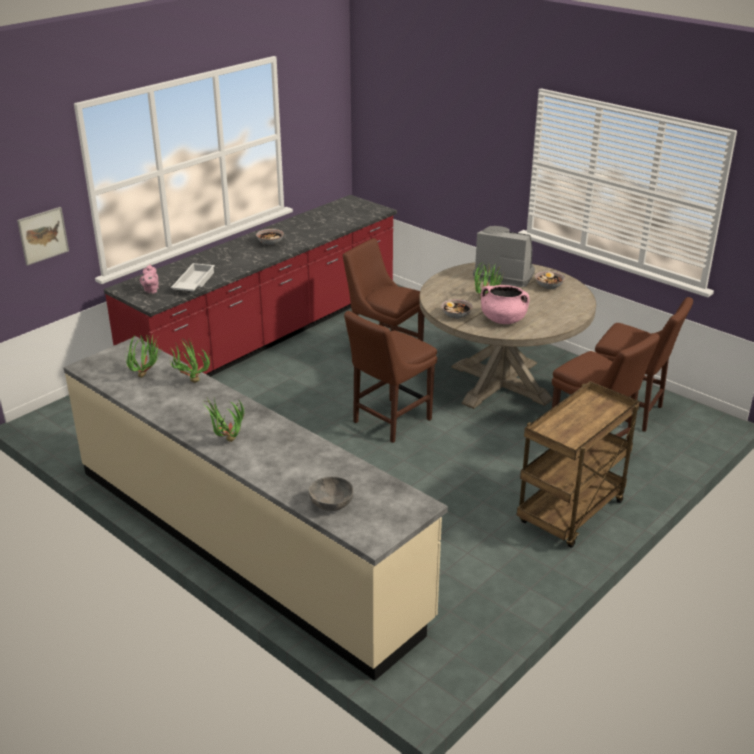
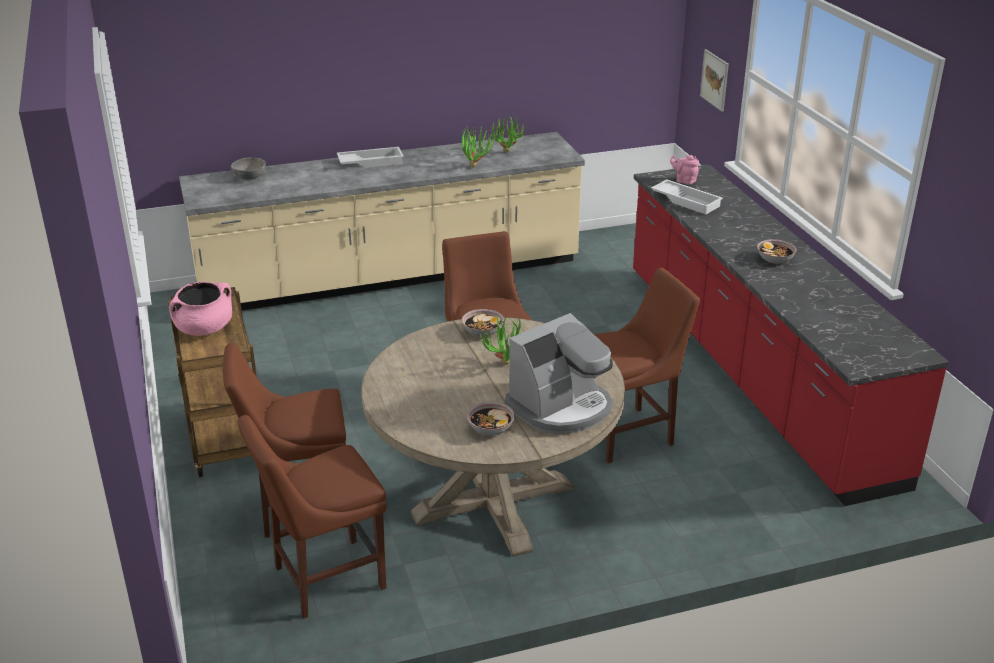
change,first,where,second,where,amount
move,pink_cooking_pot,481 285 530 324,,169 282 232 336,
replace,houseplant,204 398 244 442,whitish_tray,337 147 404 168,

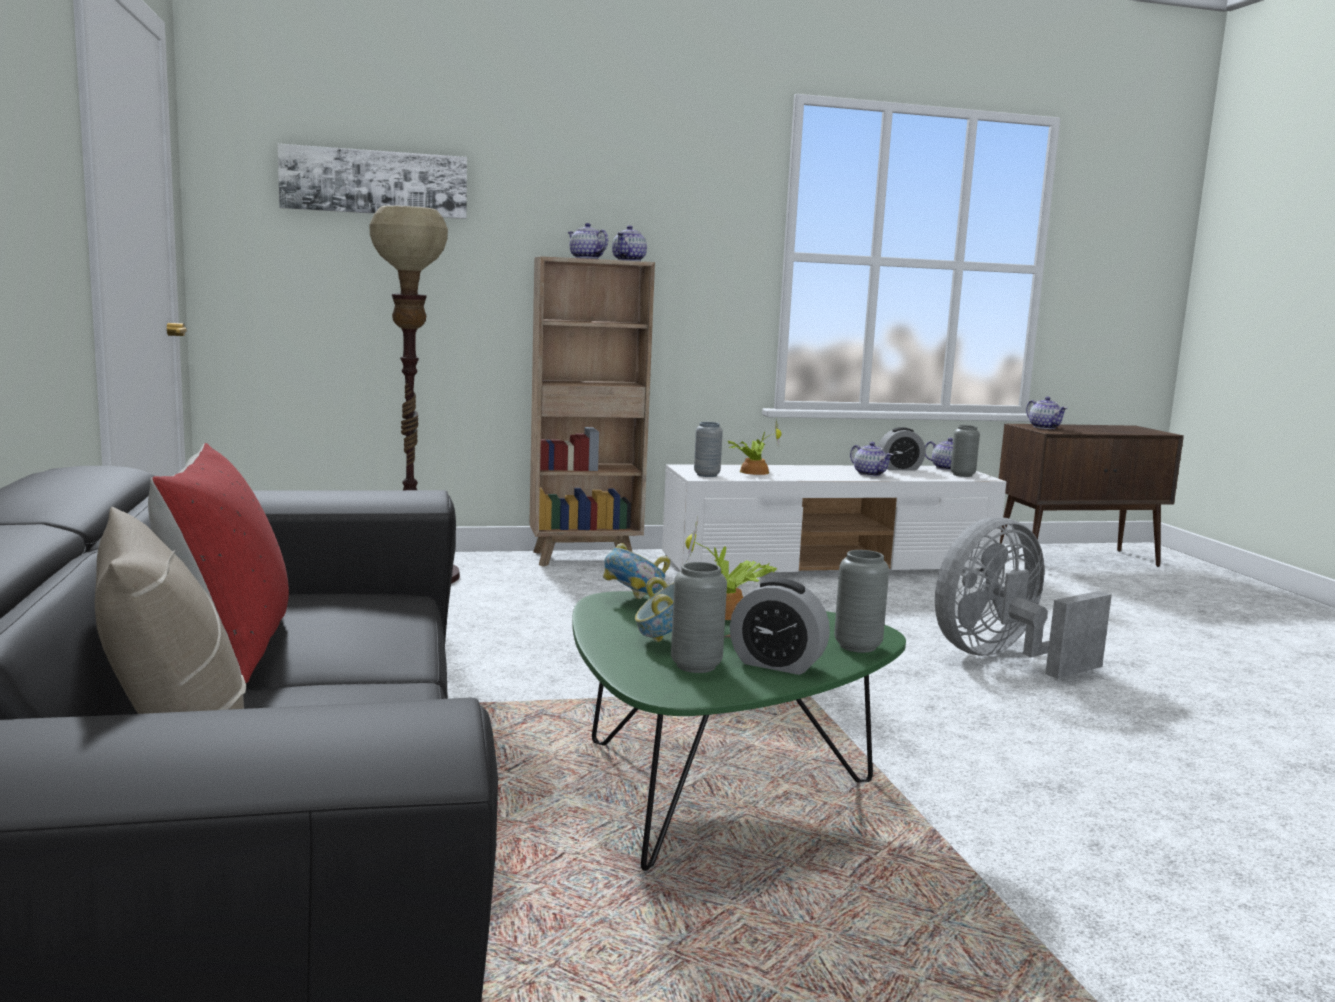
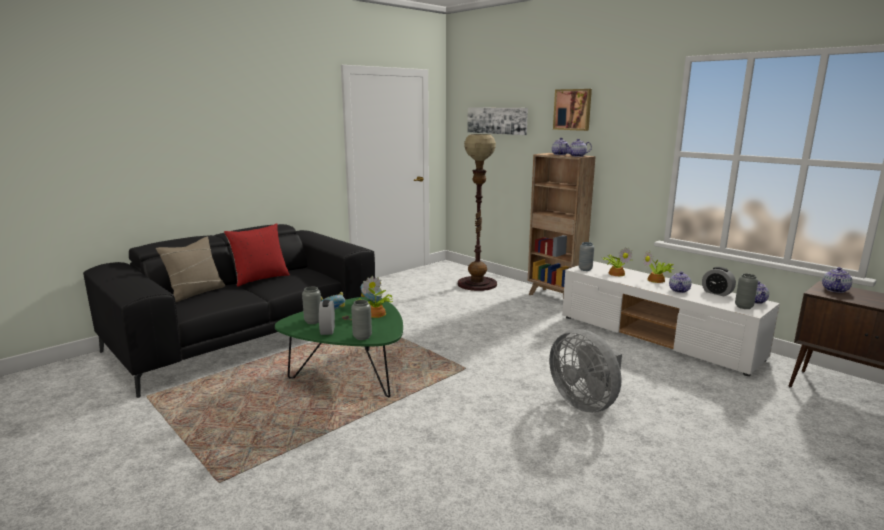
change,first,where,second,where,amount
rotate,grey_fan,935 517 1112 679,,549 329 622 412,150 degrees counterclockwise
insert,,,picture,553 89 592 131,
insert,,,houseplant,643 250 674 283,

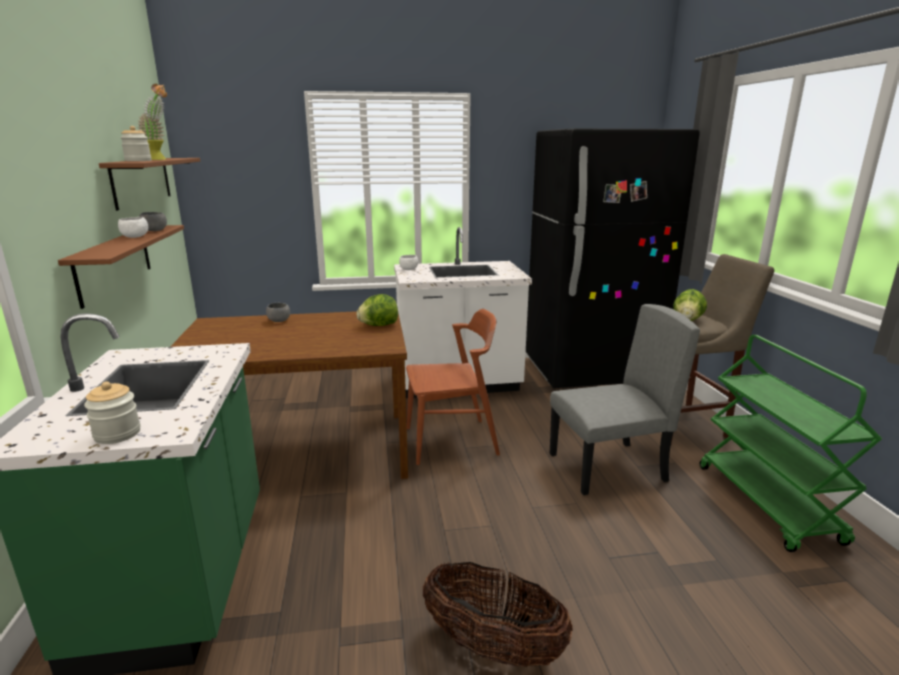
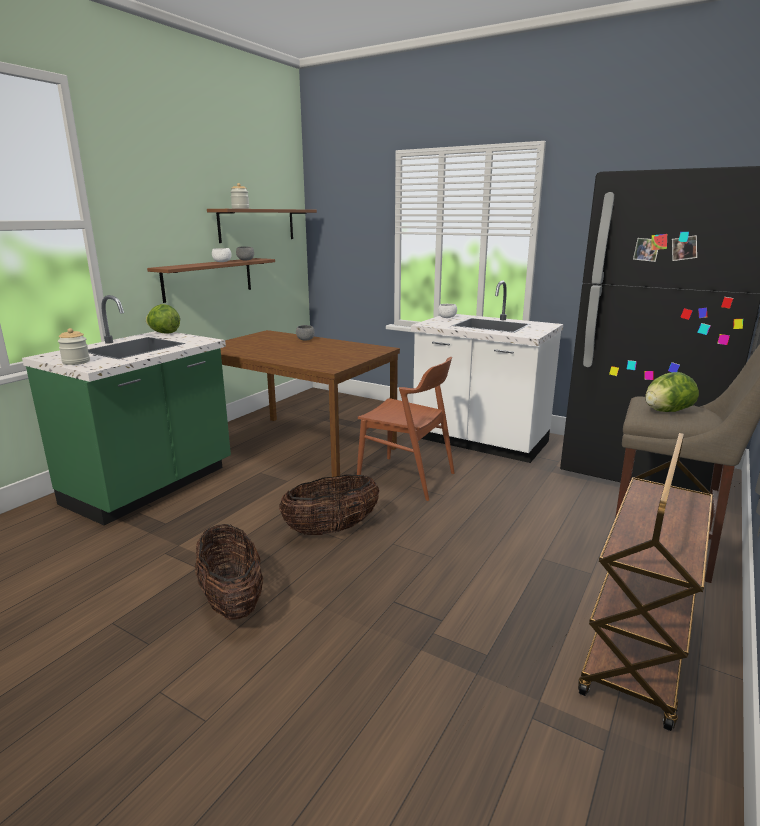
change,first,where,second,where,amount
move,lettuce_head,357 294 398 326,,146 304 180 334,
insert,,,basket,279 474 380 535,
recolor,greenish_wheeled_cart,700 335 882 552,brownish_wheeled_cart,578 433 713 731,
delete,houseplant,138 84 167 160,,,
delete,grey_chair,550 304 700 495,,,

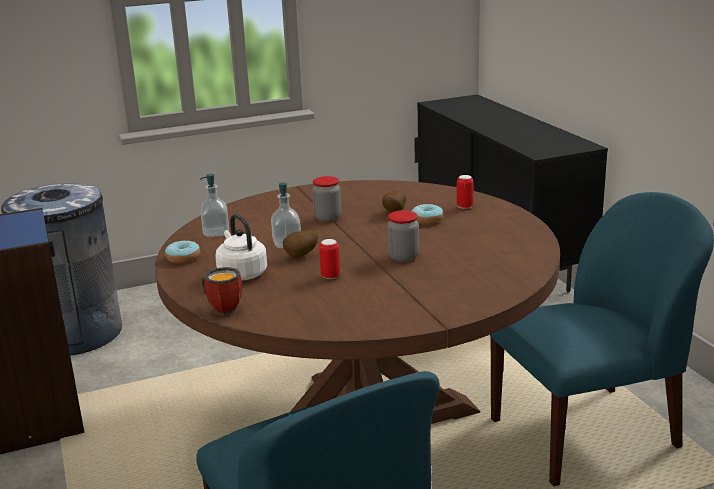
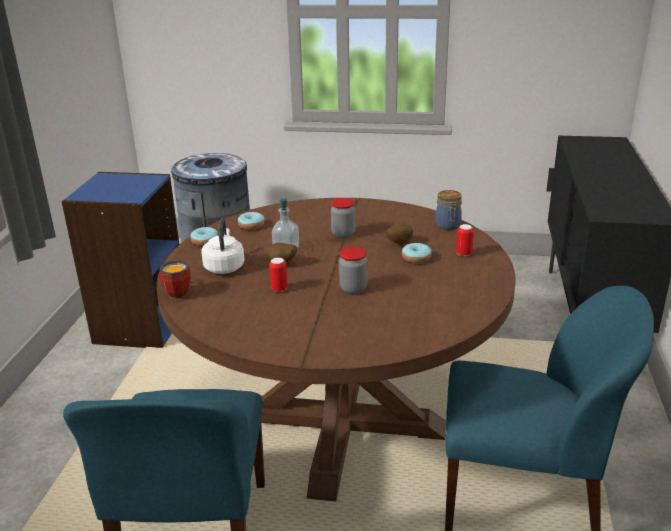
change,first,where,second,where,amount
replace,soap_dispenser,200 174 229 237,ring_doughnut,238 212 265 230,
insert,,,storage_jar,436 190 462 230,

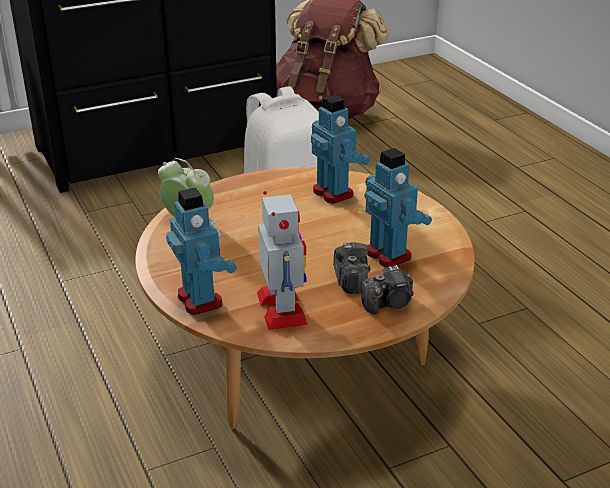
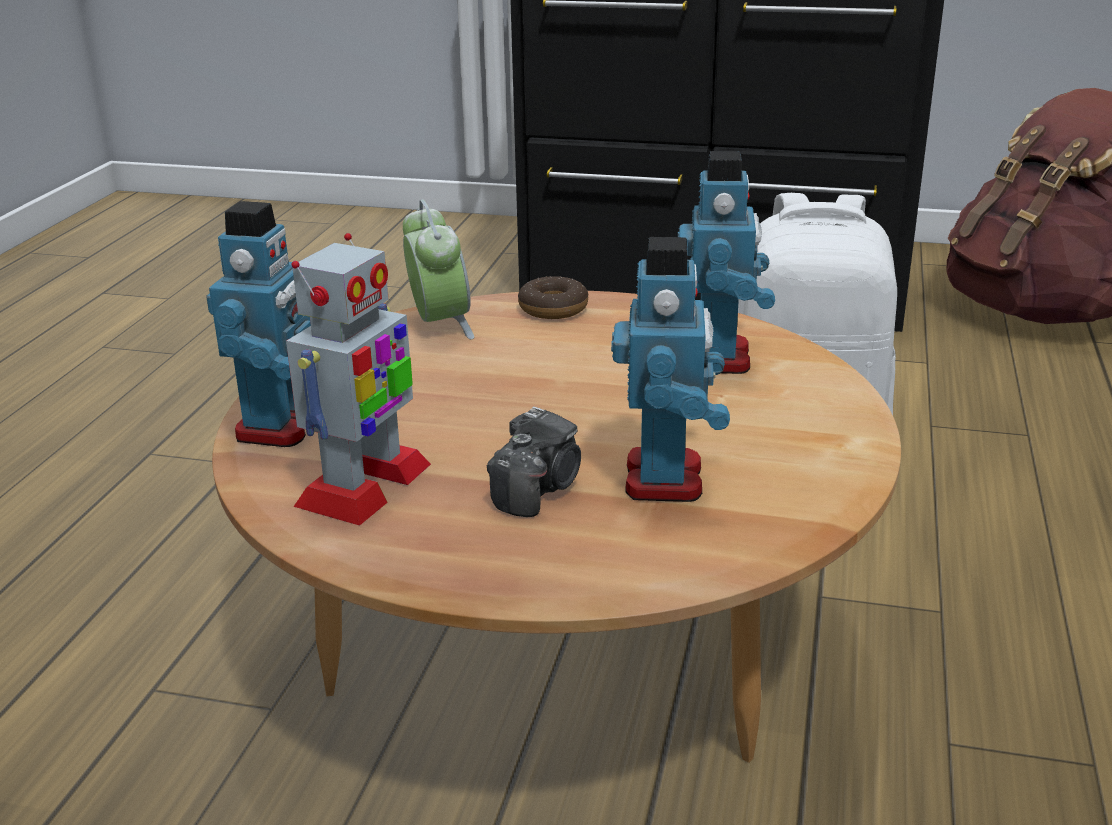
change,first,where,second,where,amount
insert,,,ring_doughnut,518 276 588 319,
delete,still_camera,361 265 414 314,,,

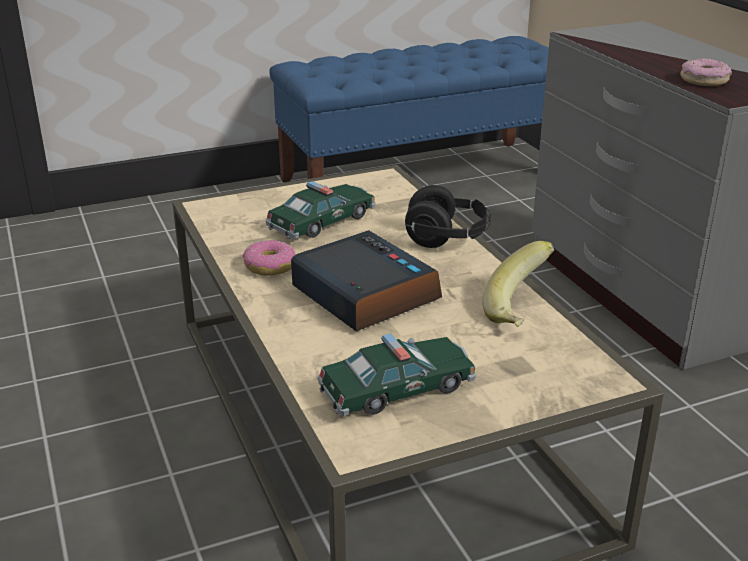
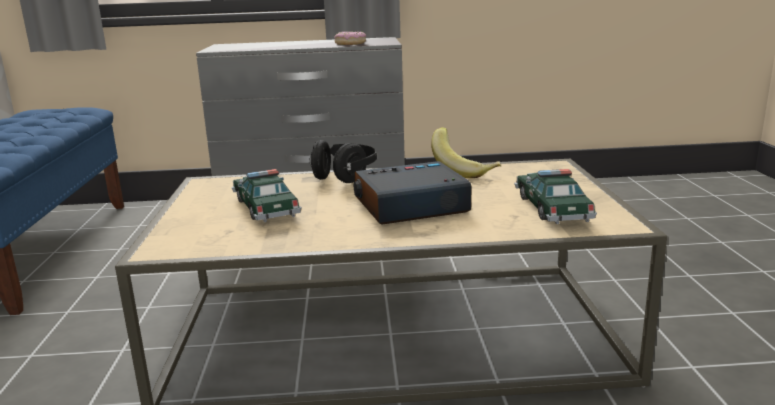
change,first,where,second,where,amount
delete,ring_doughnut,243 240 296 276,,,

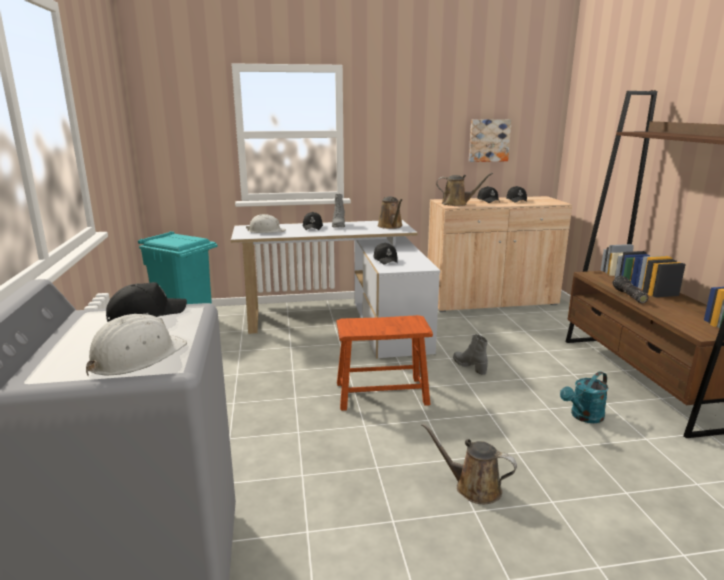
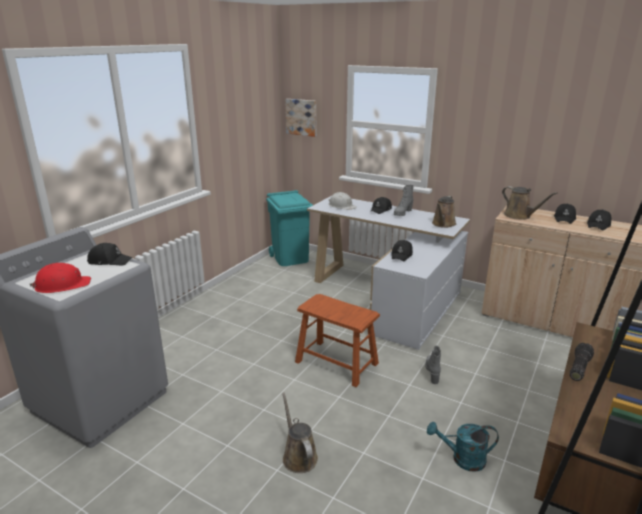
change,first,where,second,where,amount
recolor,whitish_work_helmet,86 314 187 376,red-coloured_work_helmet,30 263 91 293,
move,picture,469 119 512 162,,285 99 316 137,

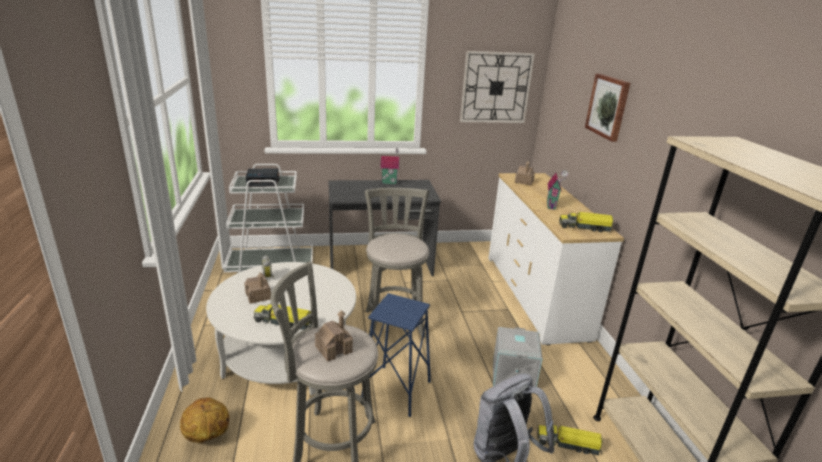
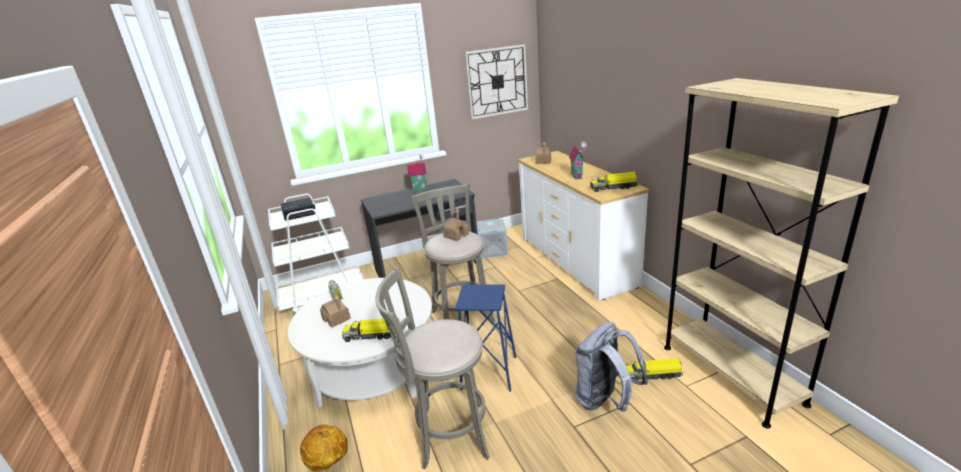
change,first,where,second,where,amount
move,model_house,315 310 353 362,,443 209 469 241,
move,grey_storage_container,493 327 542 387,,476 219 508 258,
delete,picture,585 74 630 142,,,

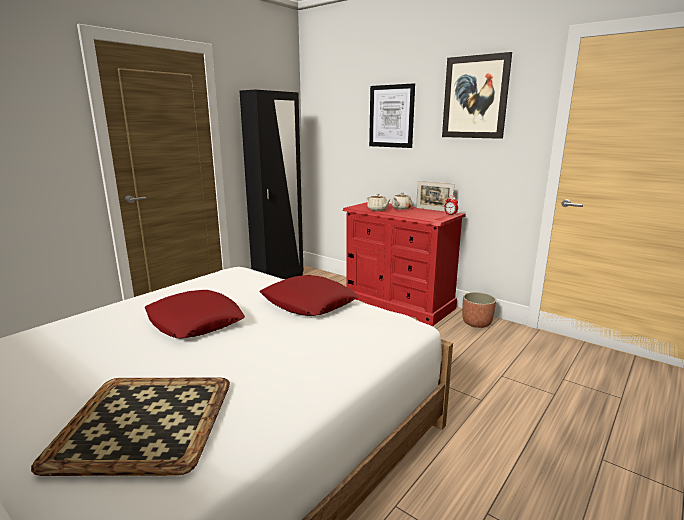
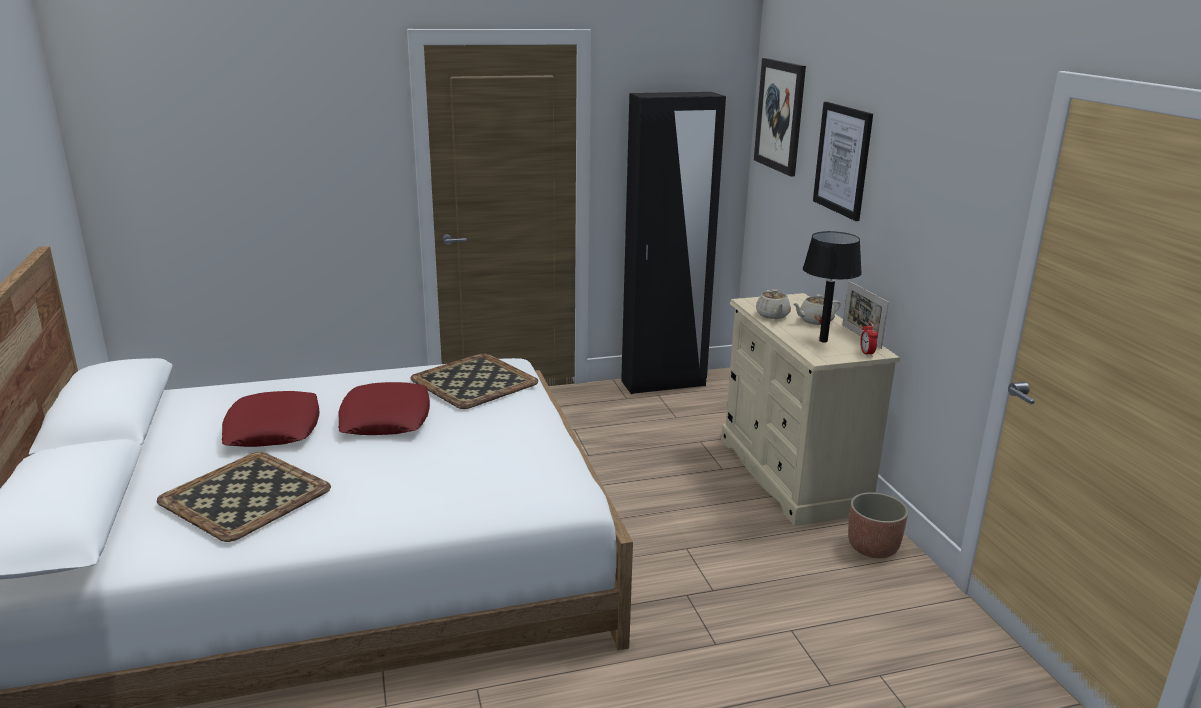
change,first,where,second,where,amount
move,red-coloured_throw_pillow,260 275 358 316,,222 391 319 447,
insert,,,tray,410 353 538 409,
recolor,red-coloured_dresser,343 202 466 326,beige_dresser,721 293 900 526,
move,picture,442 52 512 139,,754 58 806 177,
insert,,,blackish_table_lamp,803 231 862 343,

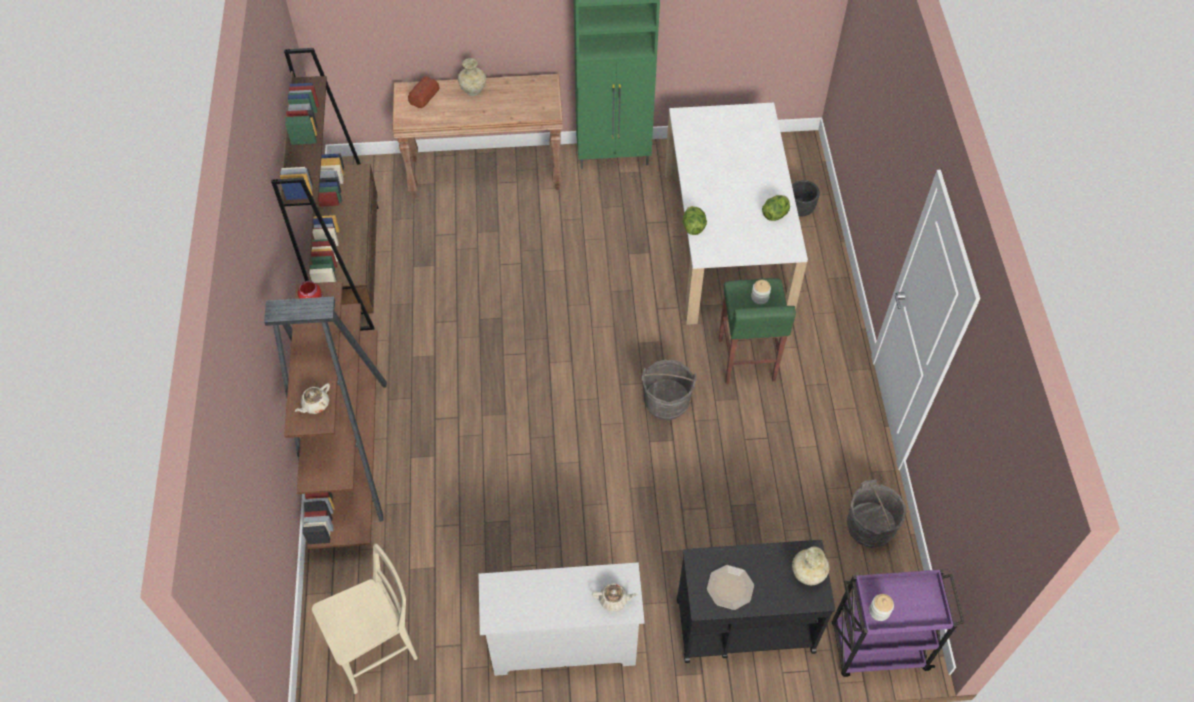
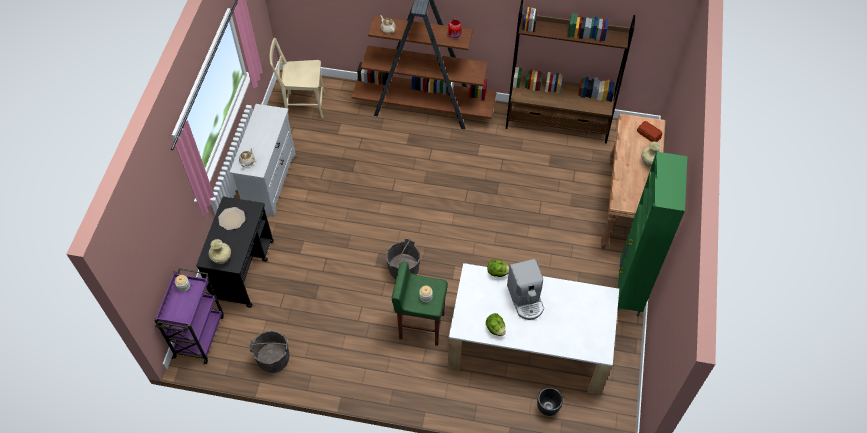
change,first,where,second,where,amount
rotate,beige_chair,312 543 418 694,,270 38 325 118,105 degrees clockwise
insert,,,coffee_maker,507 259 544 320,

